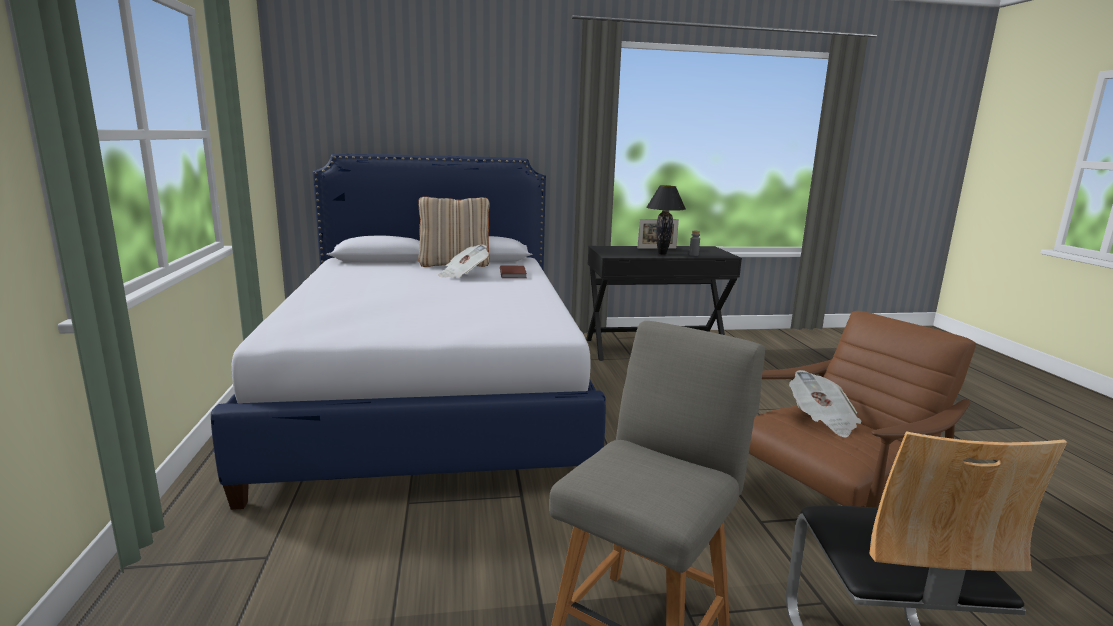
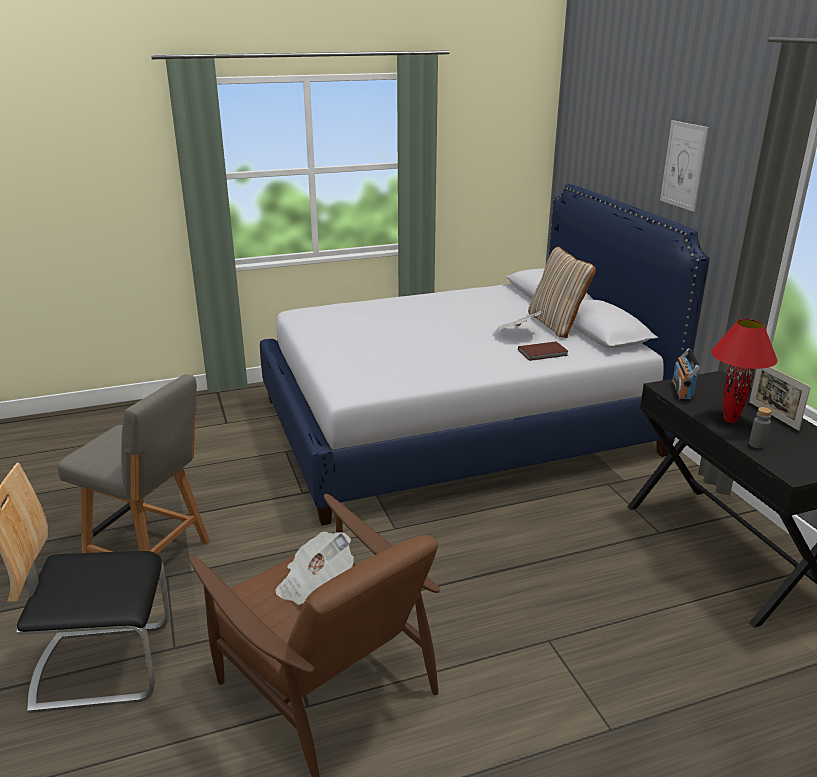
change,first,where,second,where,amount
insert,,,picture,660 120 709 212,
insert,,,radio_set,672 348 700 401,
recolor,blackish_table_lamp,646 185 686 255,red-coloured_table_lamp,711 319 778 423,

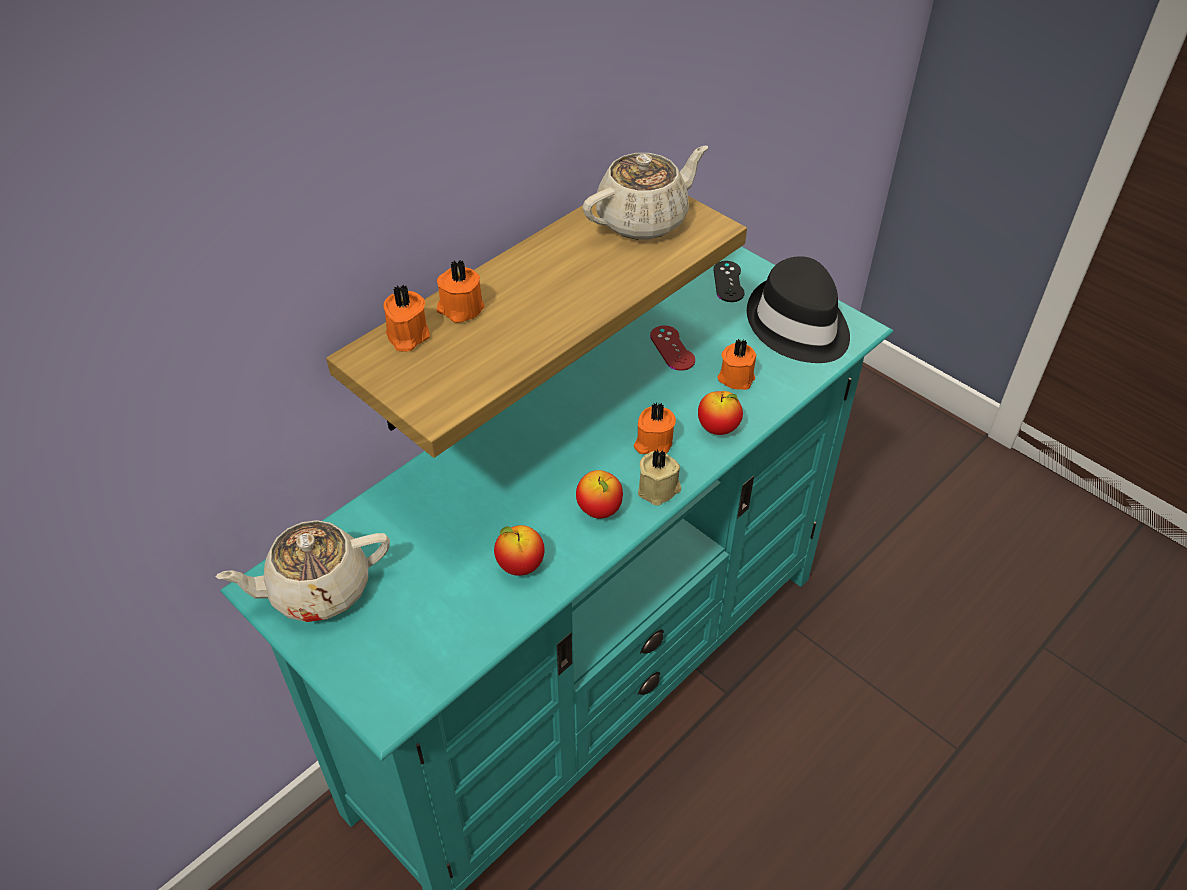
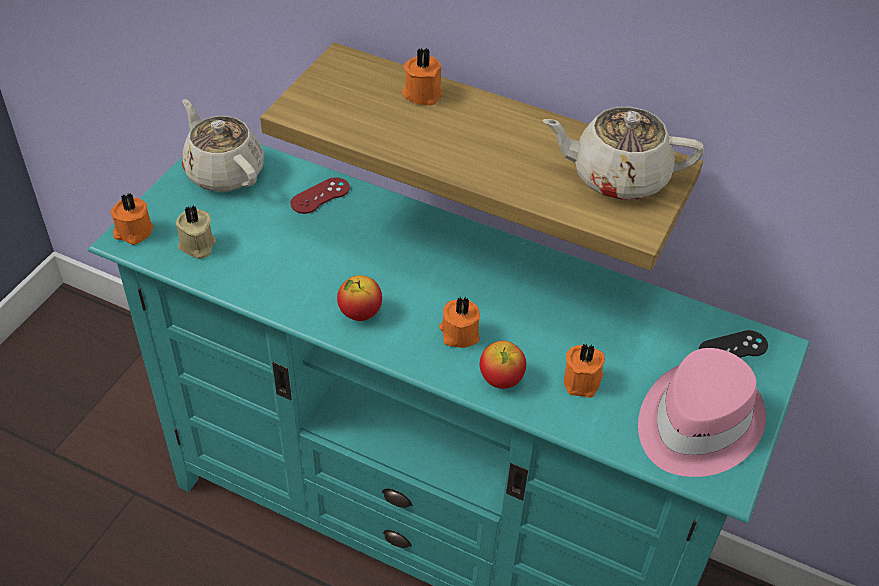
change,first,where,second,where,amount
move,orange_wax_candle,383 284 430 352,,110 193 154 245,
move,beige_wax_candle,638 450 681 506,,176 205 216 259,
move,red-coloured_joypad,650 326 695 371,,291 177 350 214,
rotate,beige_pot_for_tea,583 146 708 240,,542 107 704 200,150 degrees clockwise
recolor,blackish_clothing_hat,747 256 850 363,pink_clothing_hat,638 348 766 477,
delete,whole_apple,494 525 545 576,,,

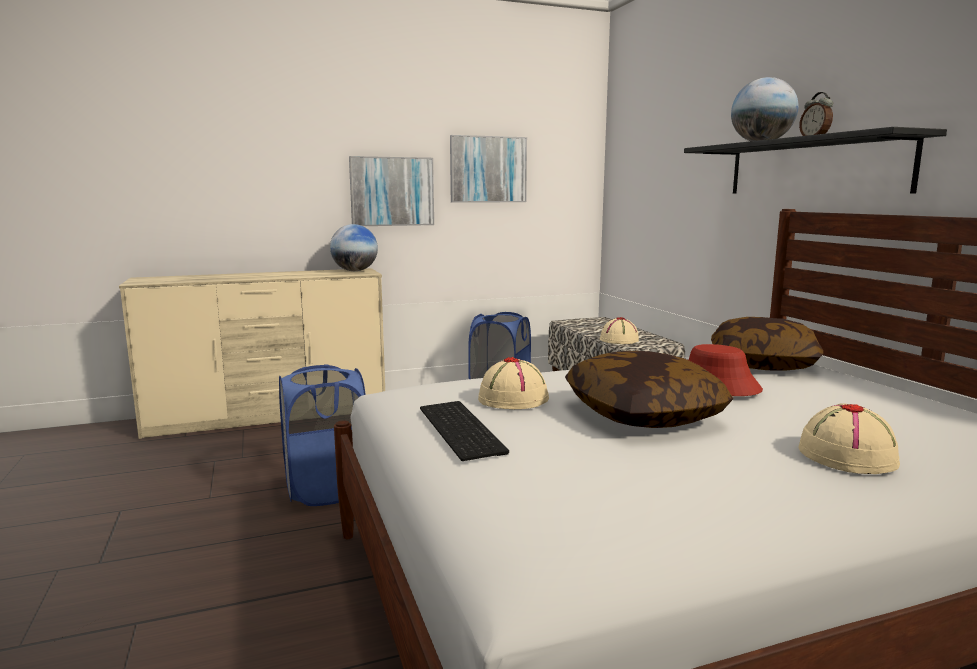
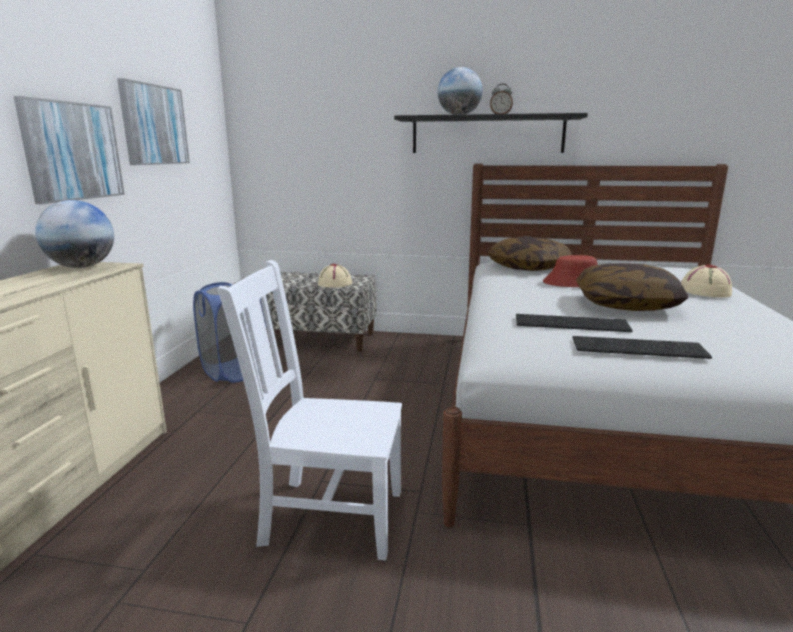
change,first,where,second,where,amount
replace,bluish_laundry_basket,279 365 366 506,whitish_chair,218 260 402 560,
replace,beige_clothing_hat,478 357 549 409,keyboard,516 314 633 332,

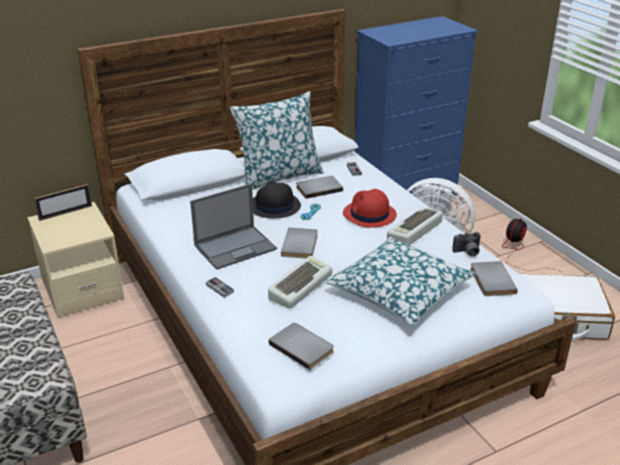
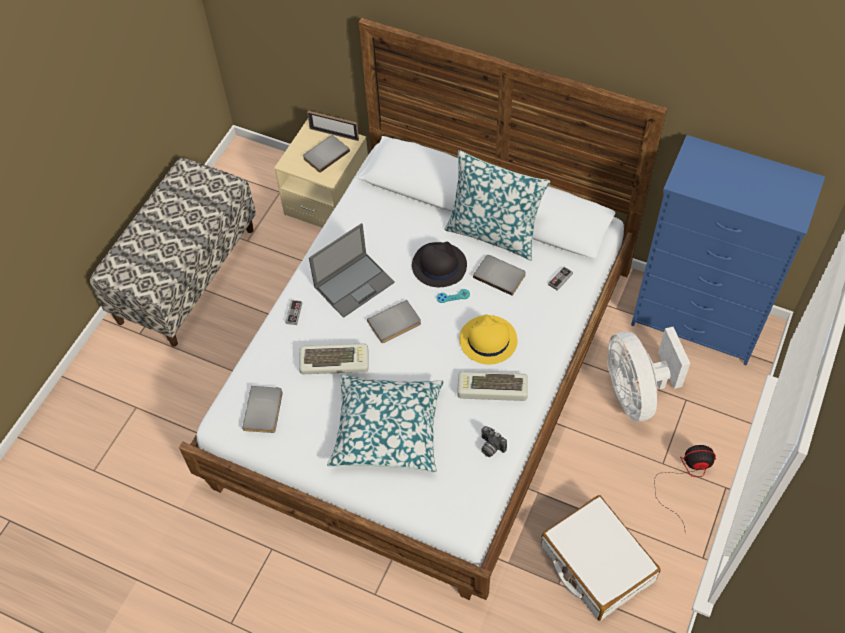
change,first,where,second,where,amount
move,grey_bound_book,470 261 518 296,,303 135 350 173,
rotate,laptop,190 184 277 270,,309 223 395 318,60 degrees counterclockwise
recolor,red-coloured_clothing_hat,343 189 397 228,yellowish_clothing_hat,460 314 518 365,

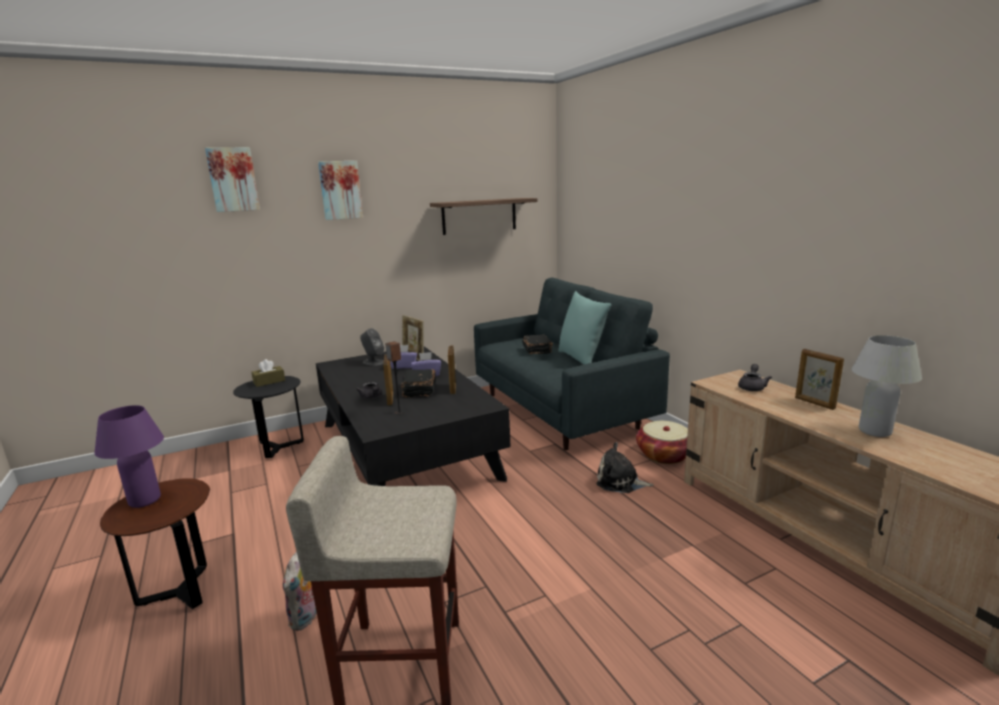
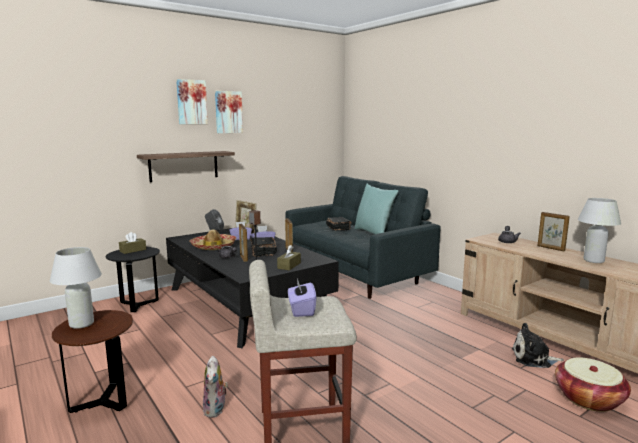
change,first,where,second,where,amount
recolor,purplish_table_lamp,94 405 164 508,whitish_table_lamp,50 247 102 329,
move,shelf,430 198 537 235,,137 151 235 182,
insert,,,clothing_hat,189 229 237 250,
move,picture,205 147 260 212,,215 91 243 133,
insert,,,brownish_tissue_box,277 245 301 271,
insert,,,purplish_tissue_box,288 278 316 317,
move,soft_toy,596 442 654 493,,512 323 564 368,
move,basket,636 421 688 464,,555 357 631 412,

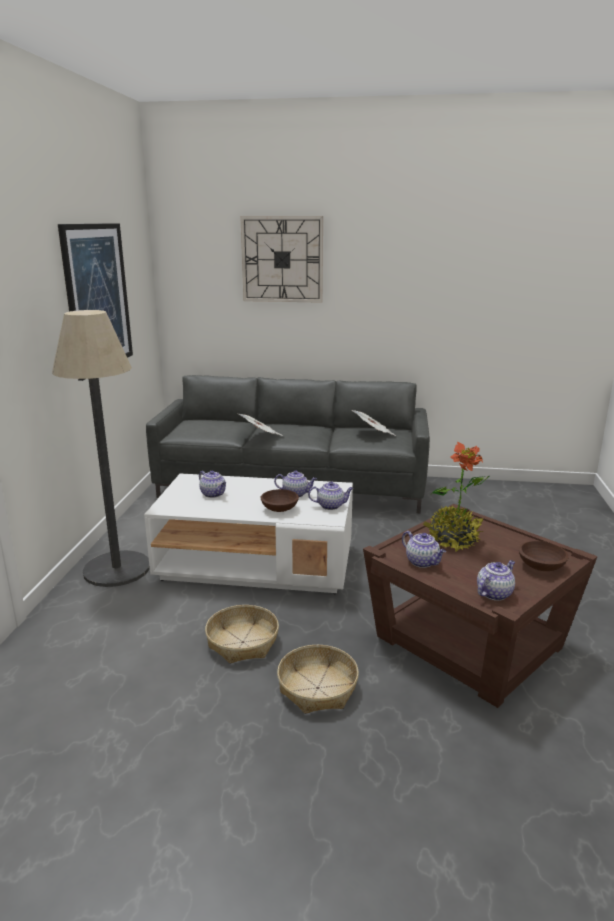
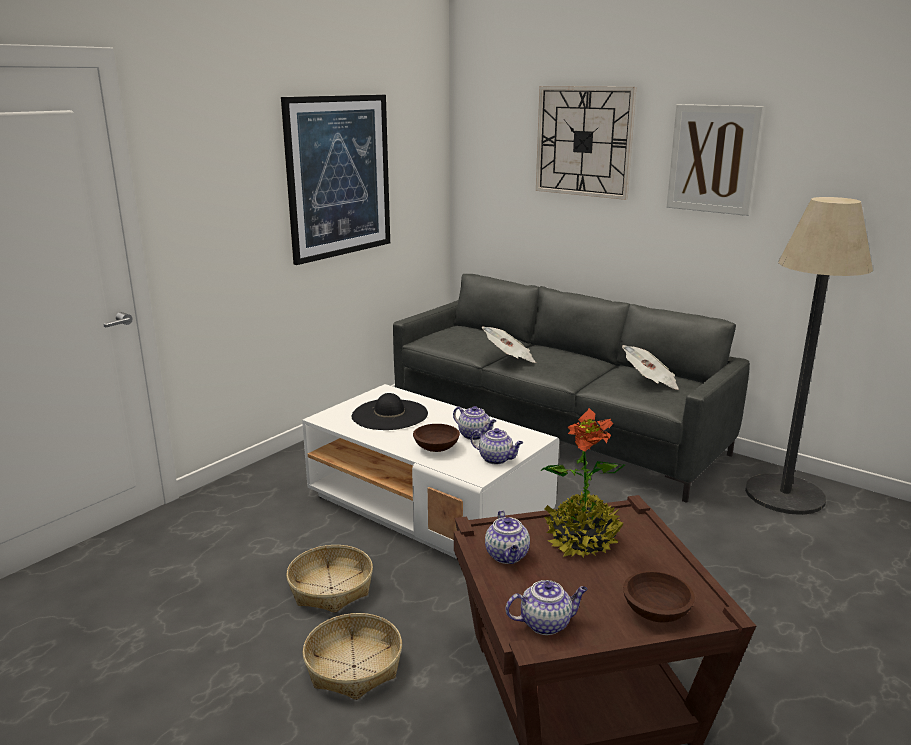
change,first,where,second,where,amount
replace,pot_for_tea,199 471 226 498,blackish_clothing_hat,352 393 428 430,
insert,,,picture,667 104 764 216,
move,standard_lamp,52 310 150 587,,745 197 873 515,

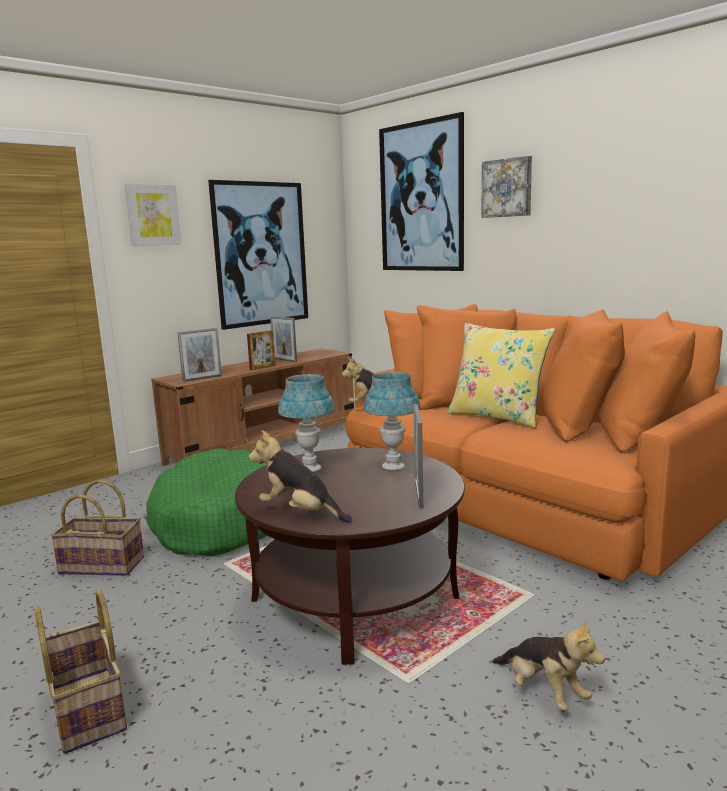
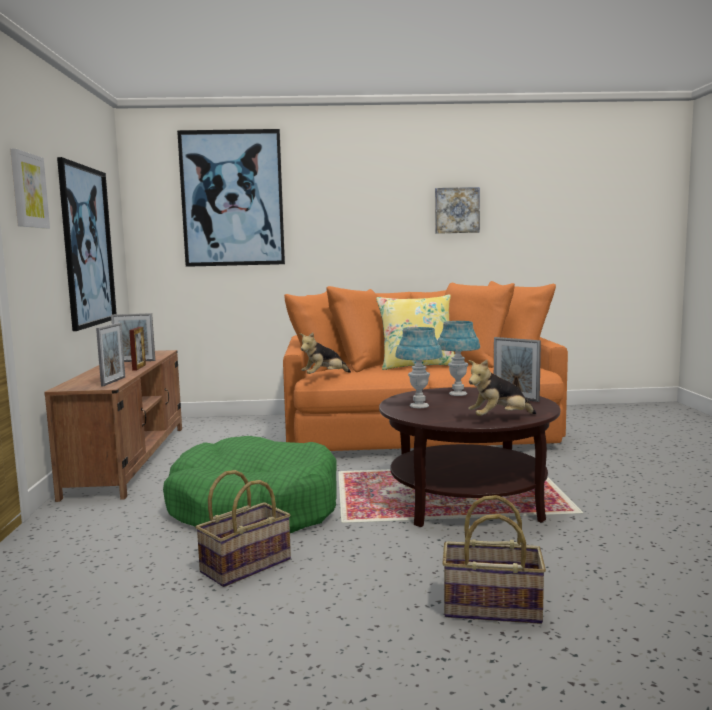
change,first,where,second,where,amount
move,picture,481 156 532 218,,435 187 480 234,
delete,soft_toy,492 619 605 710,,,

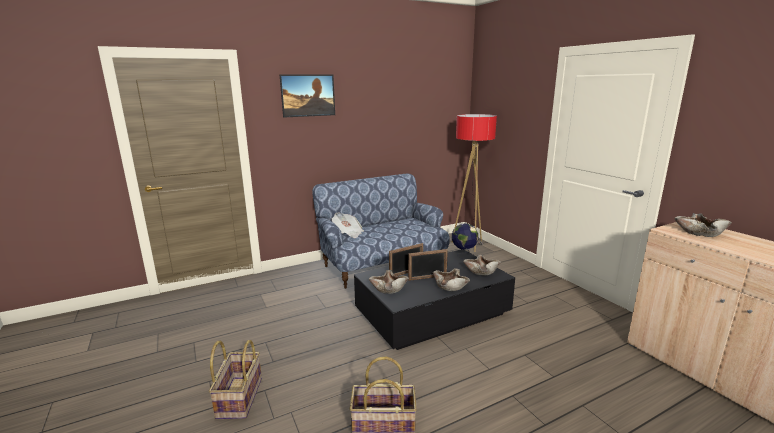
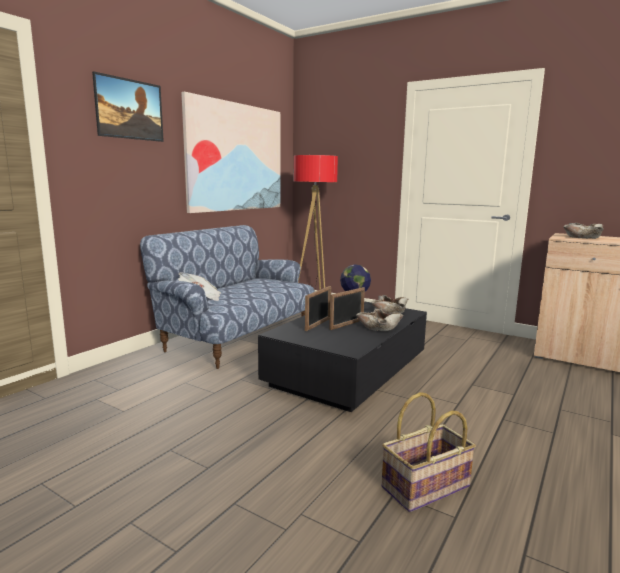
change,first,where,second,where,amount
insert,,,picture,181 92 280 213,
delete,basket,209 340 262 419,,,
delete,beige_bowl,369 270 409 294,,,

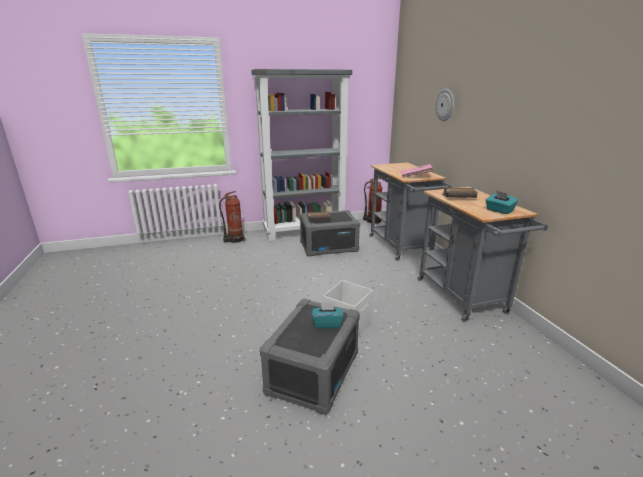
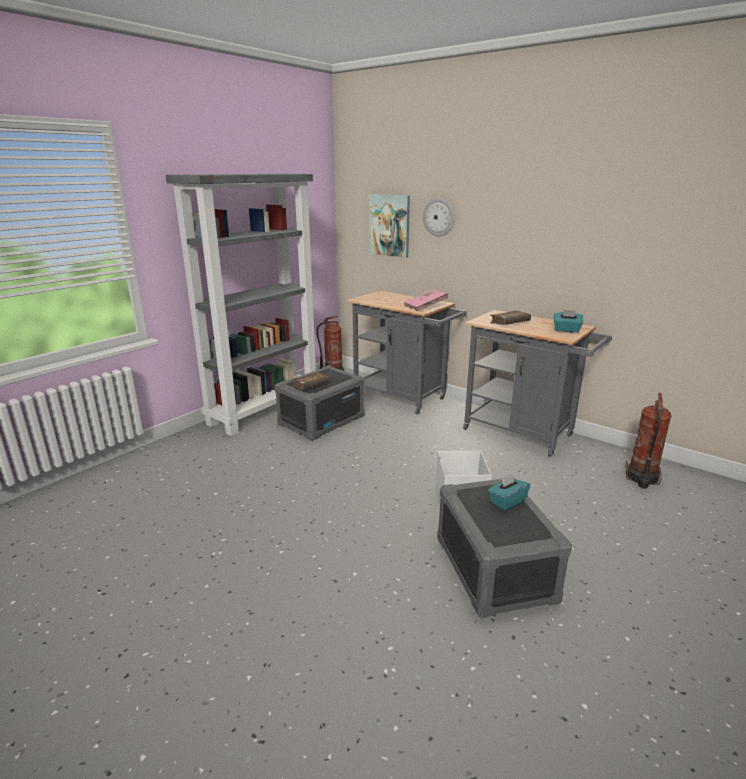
change,first,where,second,where,amount
insert,,,picture,369 194 410 258,
move,fire-fighting_cylinder,219 191 245 243,,625 393 672 488,

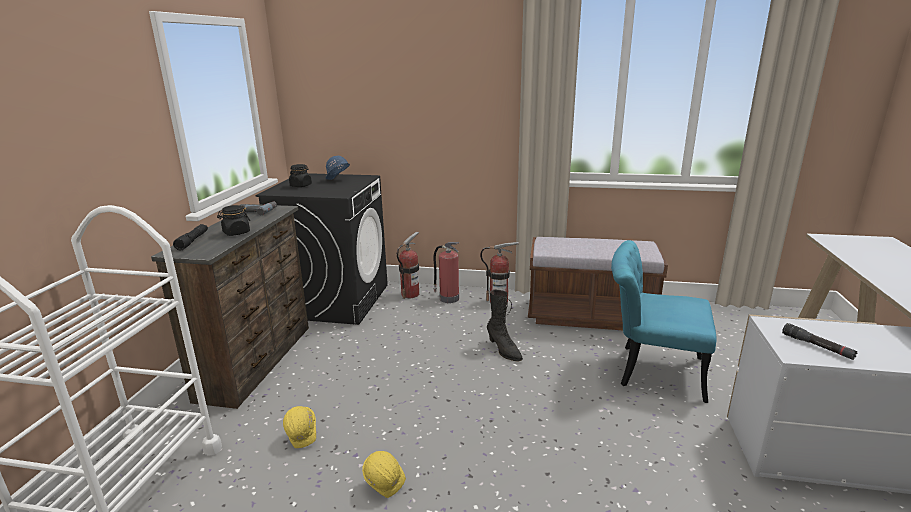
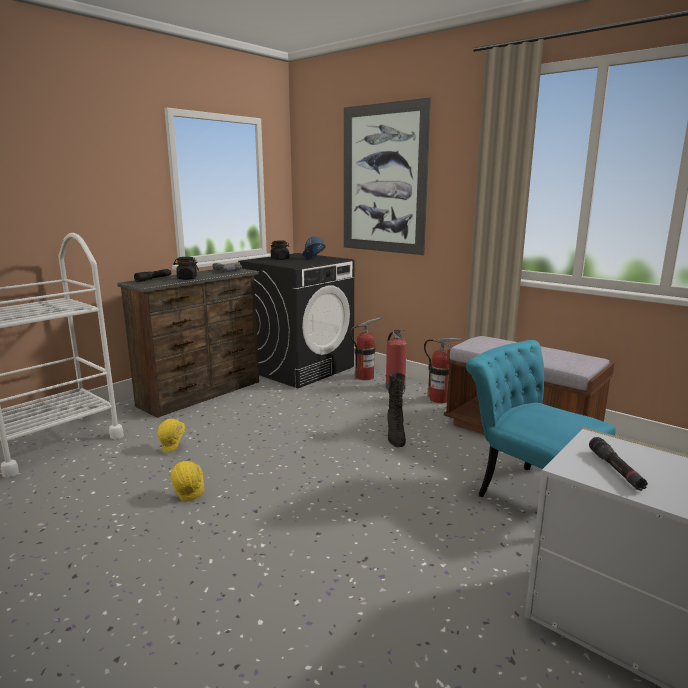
change,first,where,second,where,amount
insert,,,picture,344 97 431 255,

